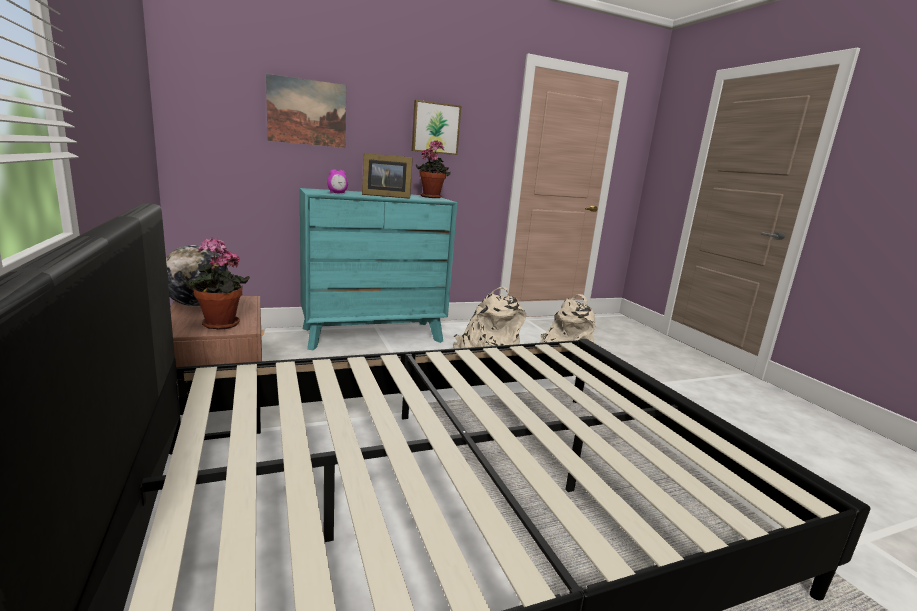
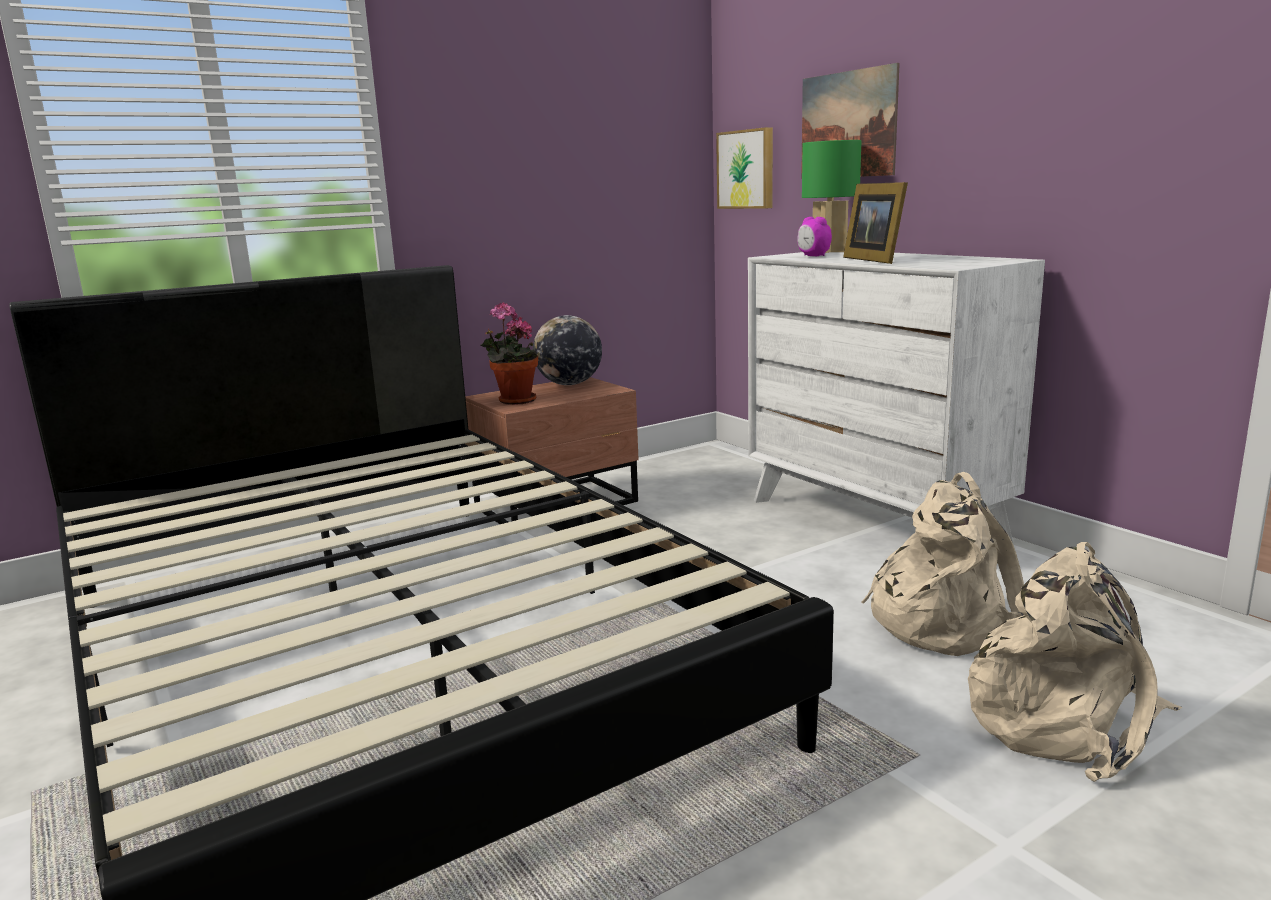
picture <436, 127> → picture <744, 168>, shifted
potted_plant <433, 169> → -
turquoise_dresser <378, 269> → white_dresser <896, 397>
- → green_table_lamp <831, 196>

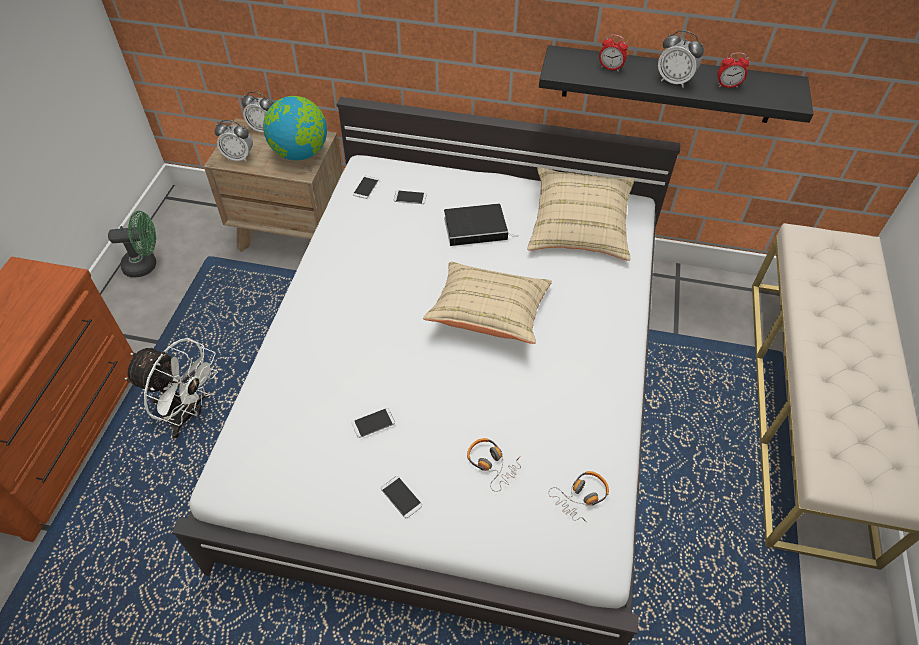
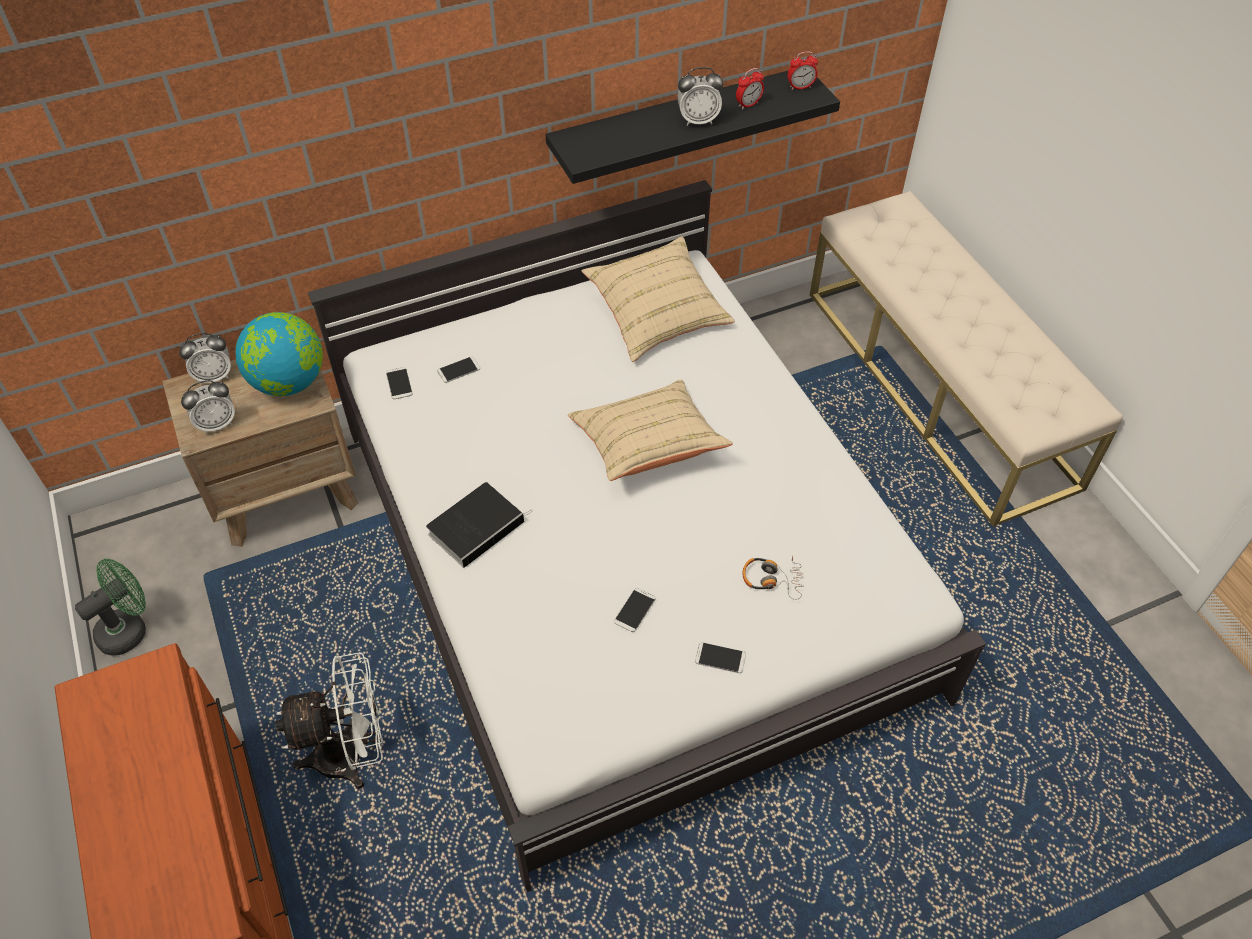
alarm_clock <613, 53> → alarm_clock <802, 70>, shifted
book <481, 225> → book <479, 525>, shifted
headphones <578, 497> → -

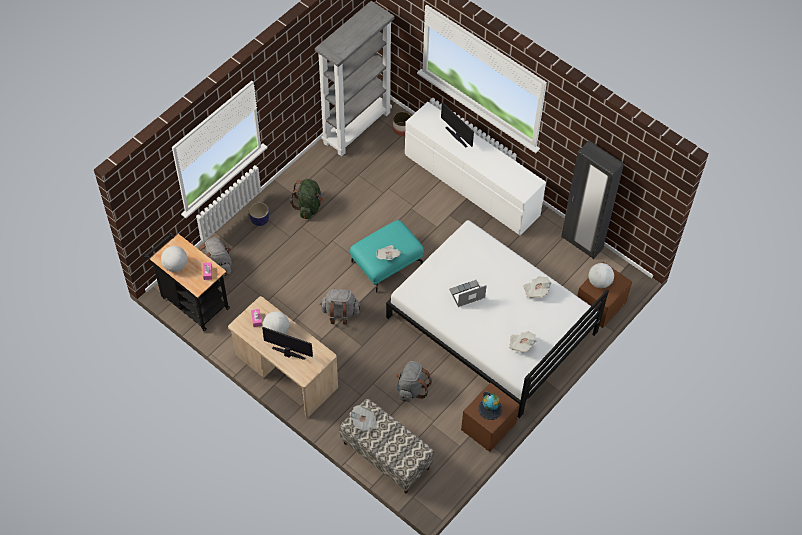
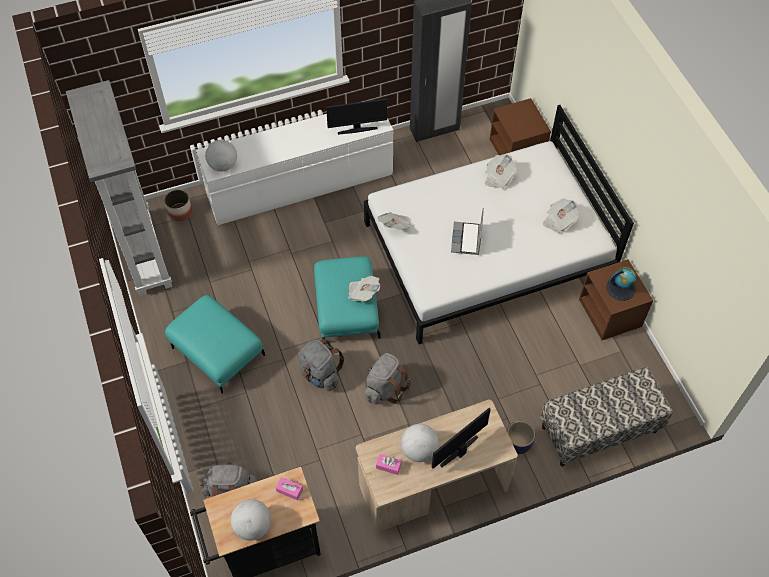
monitor <457, 125> → monitor <356, 116>, shifted
green_backpack <306, 199> → turquoise_ottoman <215, 344>
planter <259, 214> → planter <521, 437>, shifted
globe <601, 275> → globe <221, 156>, shifted
grey_backpack <414, 381> → grey_backpack <321, 364>, shifted
newspaper <364, 418> → newspaper <394, 221>, shifted

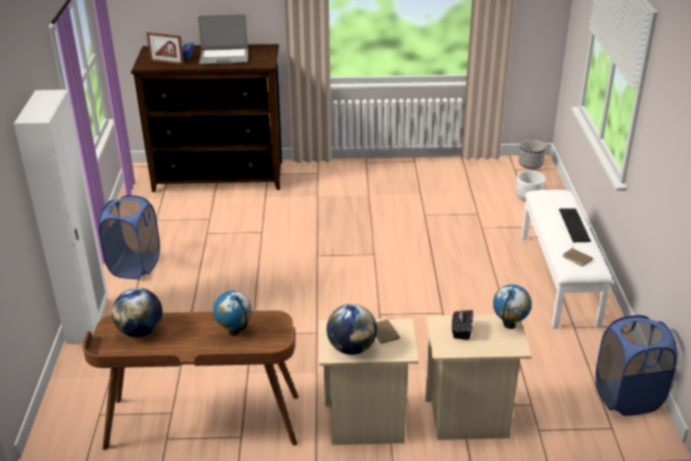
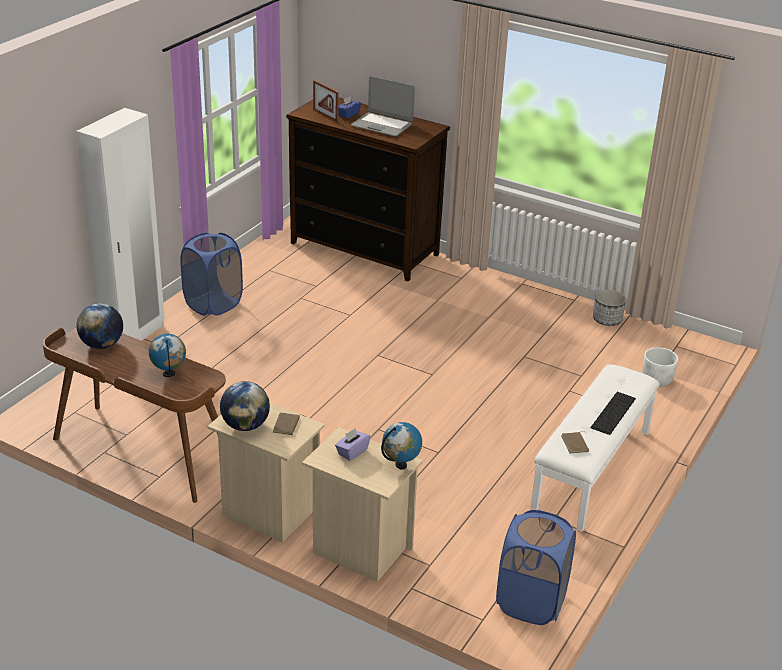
planter <532, 154> → planter <609, 308>, shifted
black_tissue_box <462, 325> → purple_tissue_box <352, 444>

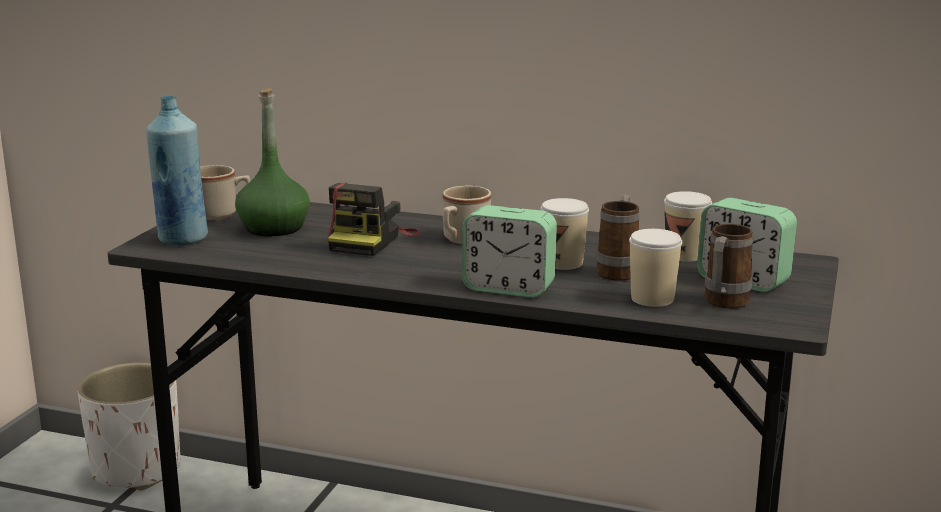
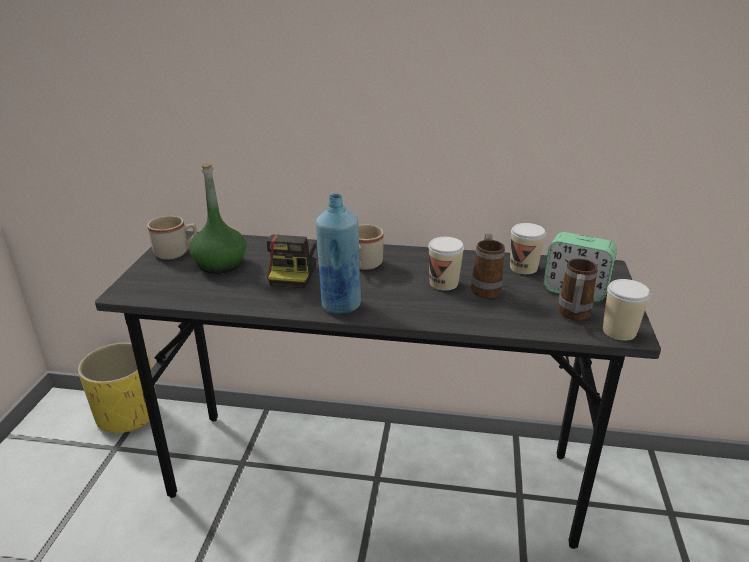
blue_bottle <177, 170> → blue_bottle <338, 254>, shifted
alarm_clock <509, 251> → -
cup <655, 268> → cup <627, 310>, shifted
white_planter <128, 427> → yellow_planter <117, 387>

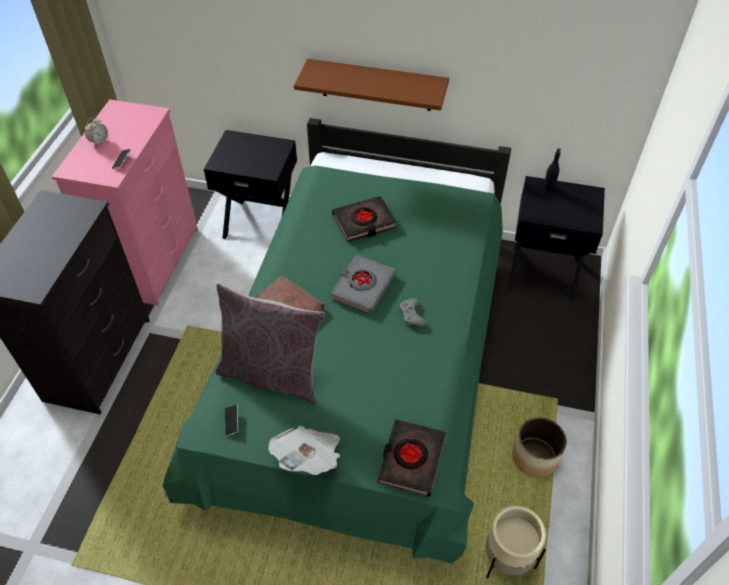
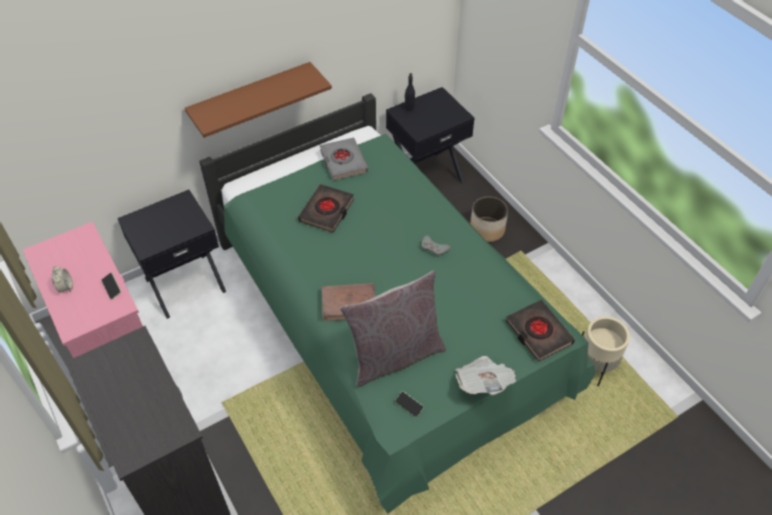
grey_book <363, 284> → grey_book <344, 159>, shifted
planter <540, 447> → planter <489, 219>, shifted

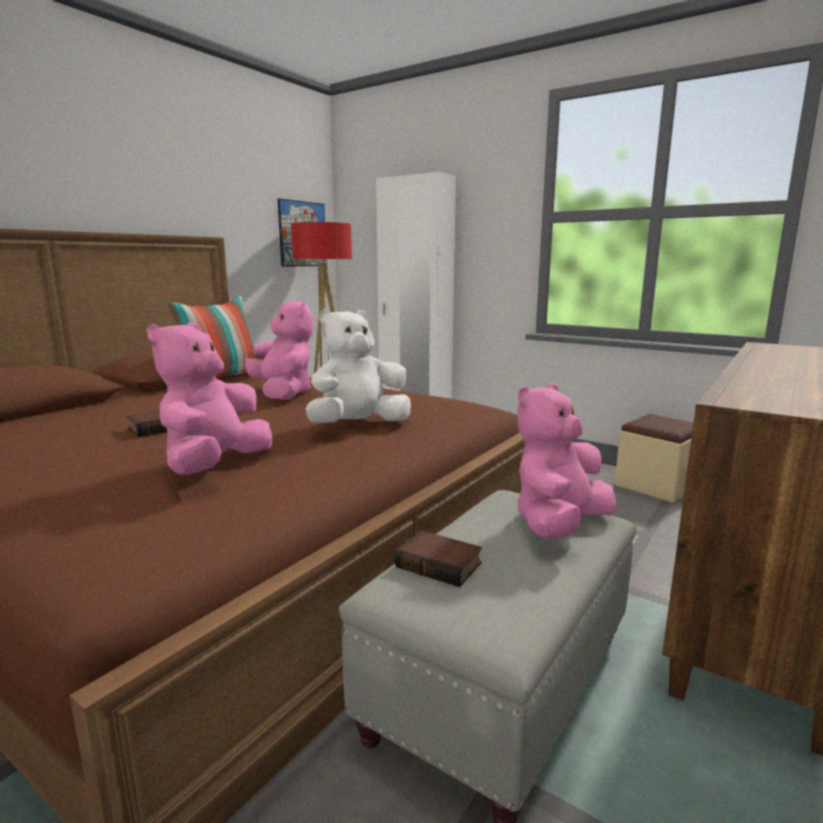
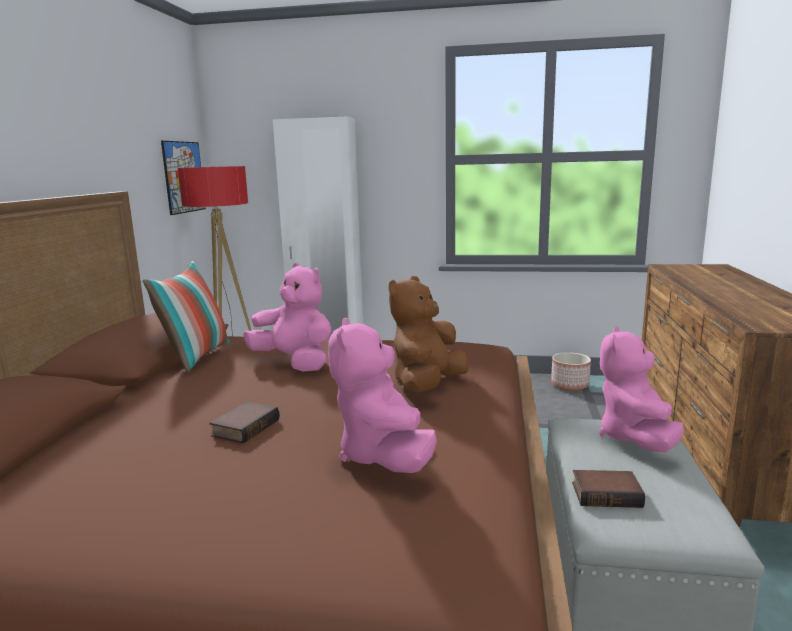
white_plush_toy <358, 366> → brown_plush_toy <429, 334>
beige_ottoman <654, 458> → planter <571, 371>

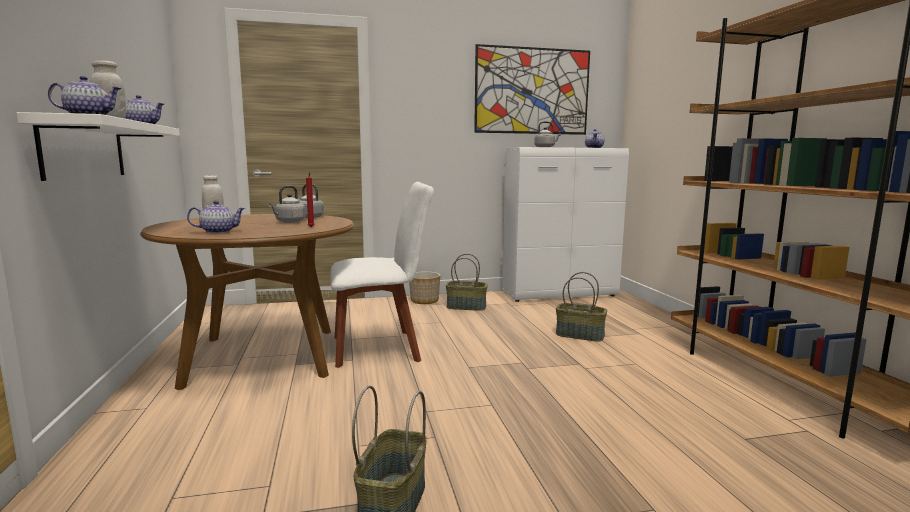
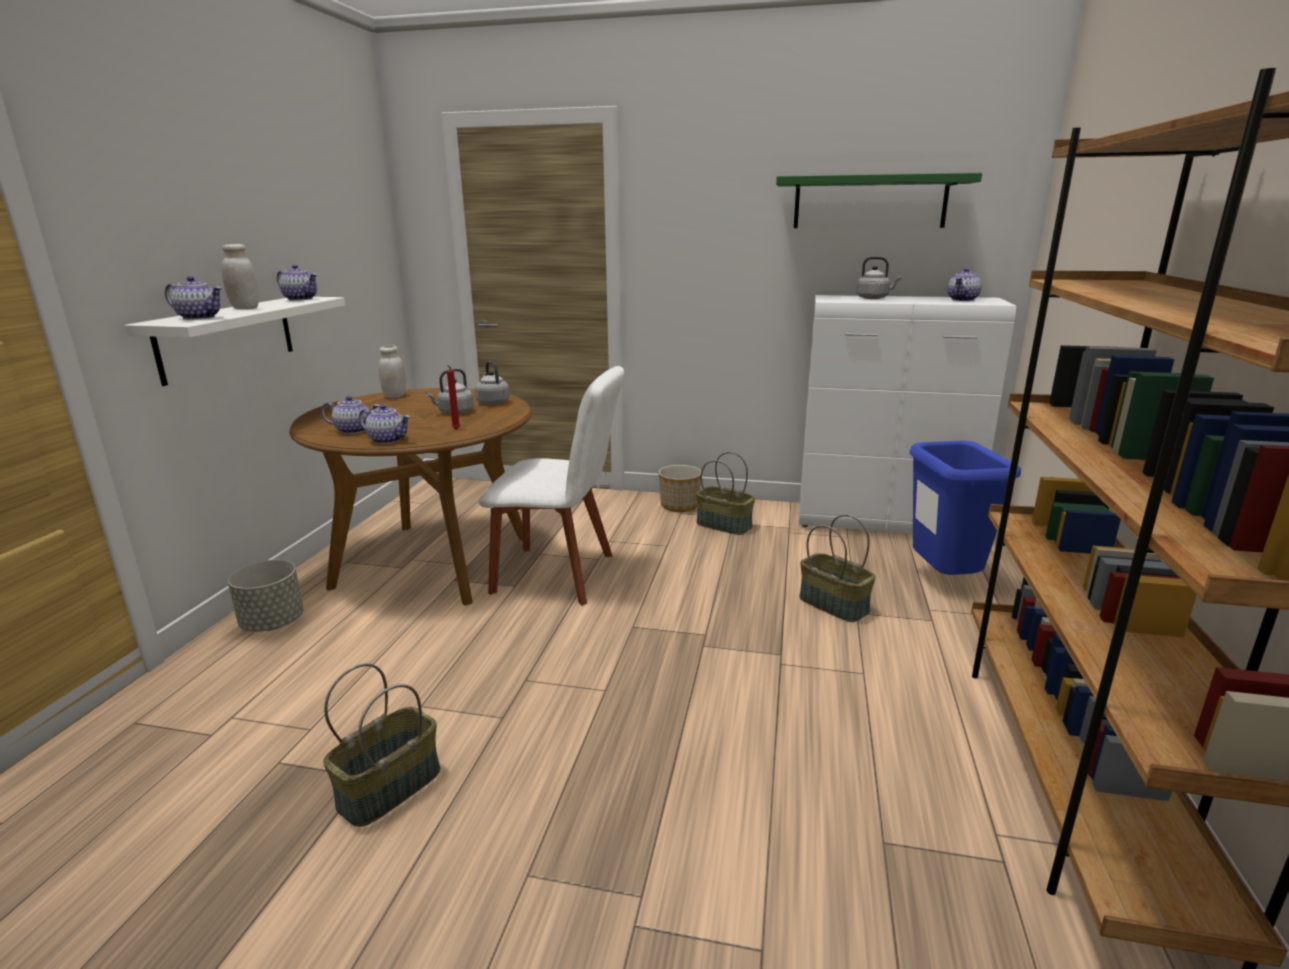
picture <532, 89> → green_shelf <879, 200>
- → teapot <384, 424>
- → blue_trash_can <965, 508>
- → grey_planter <266, 596>

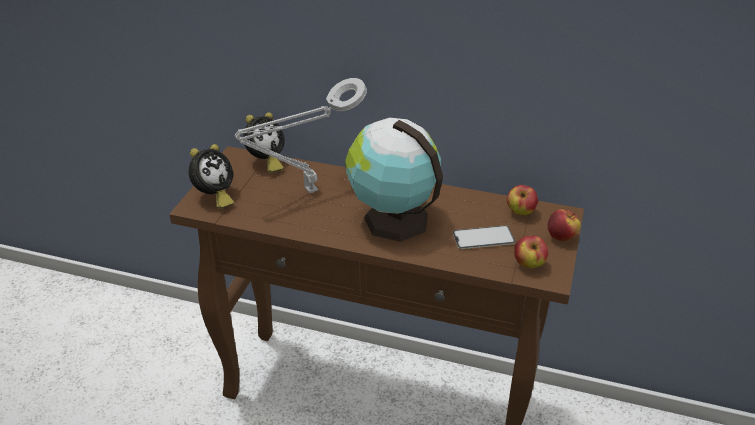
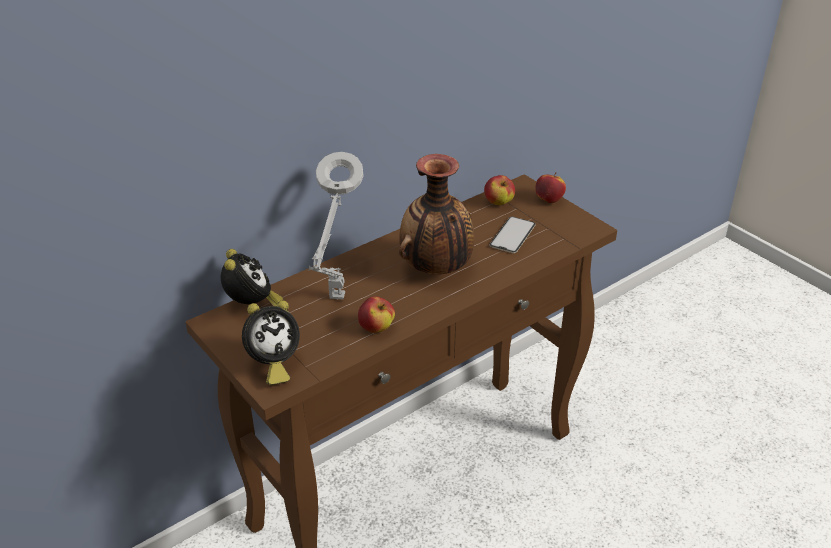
globe <394, 180> → vase <436, 214>
alarm_clock <211, 176> → alarm_clock <271, 342>, 75 degrees clockwise
apple <531, 252> → apple <376, 314>, shifted

